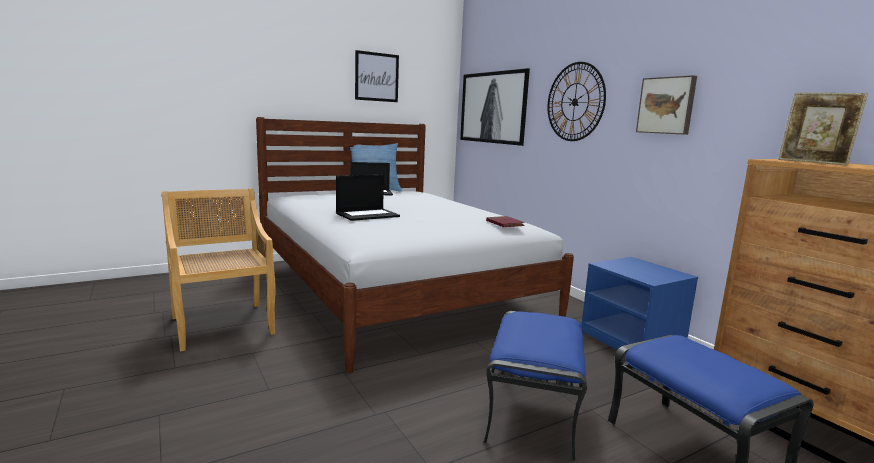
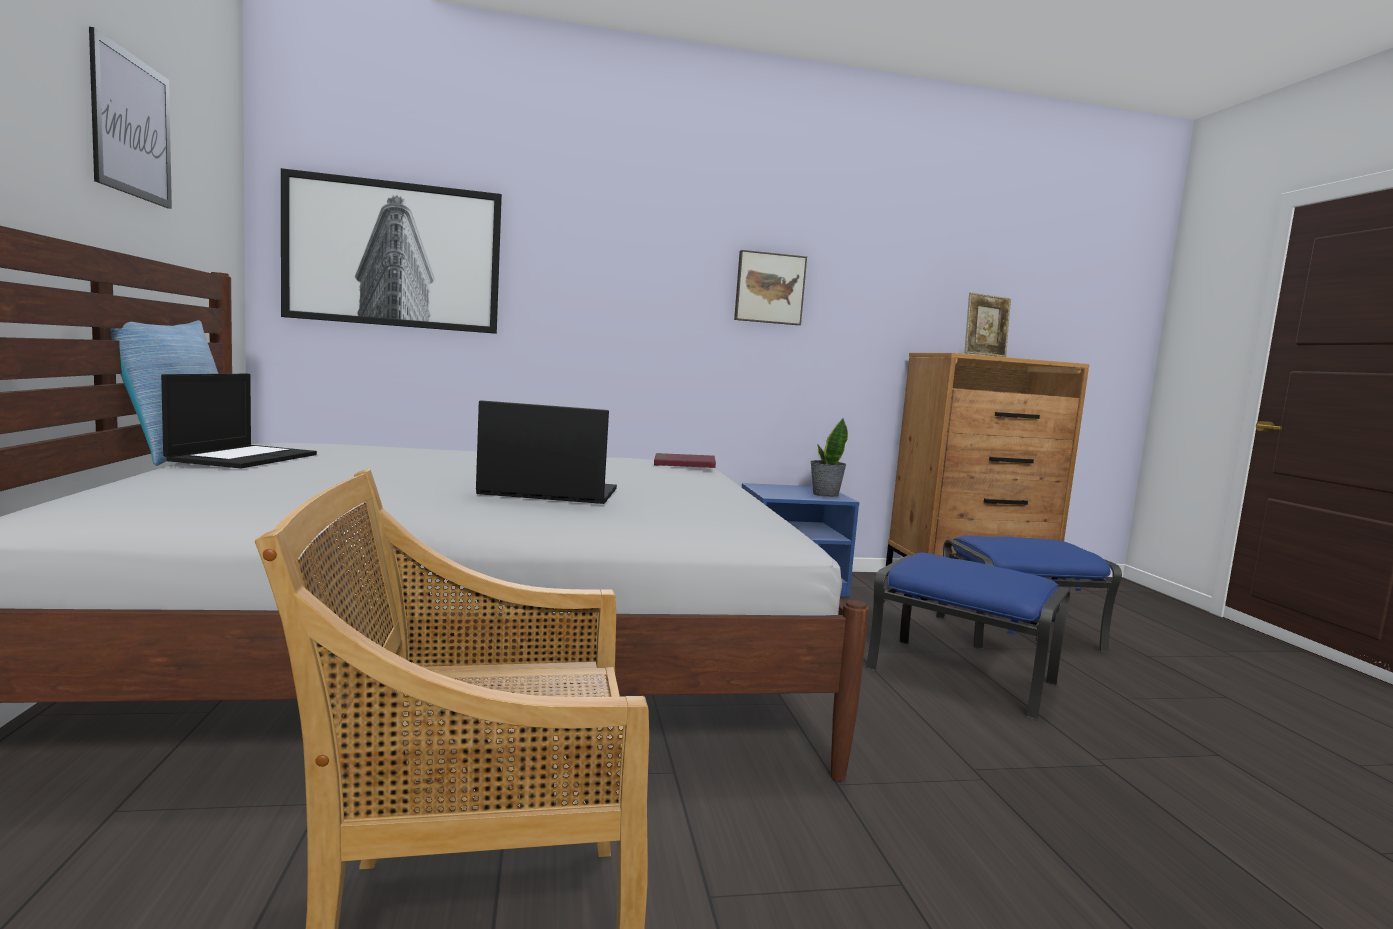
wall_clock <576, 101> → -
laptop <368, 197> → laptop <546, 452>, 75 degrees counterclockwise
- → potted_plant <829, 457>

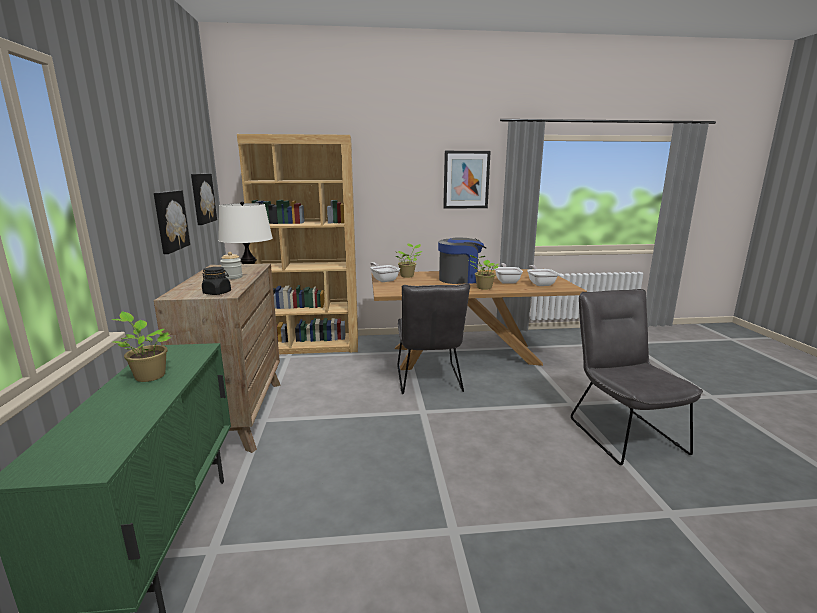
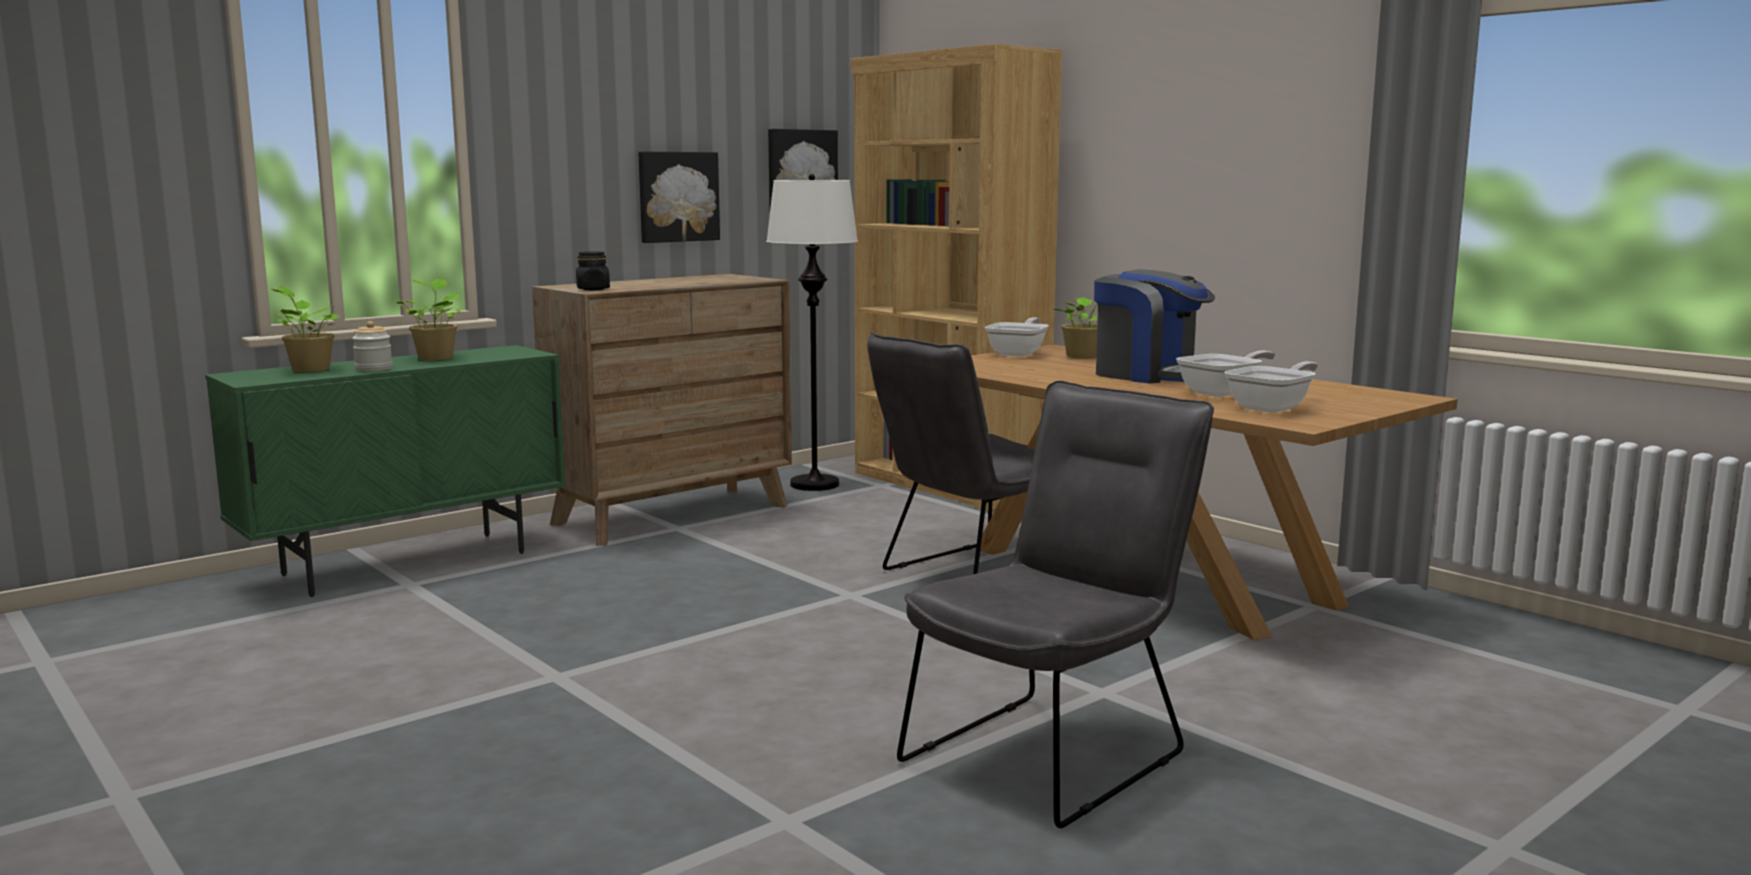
picture <467, 180> → -
jar <231, 265> → jar <372, 346>, shifted
potted_plant <484, 272> → potted_plant <305, 329>, shifted

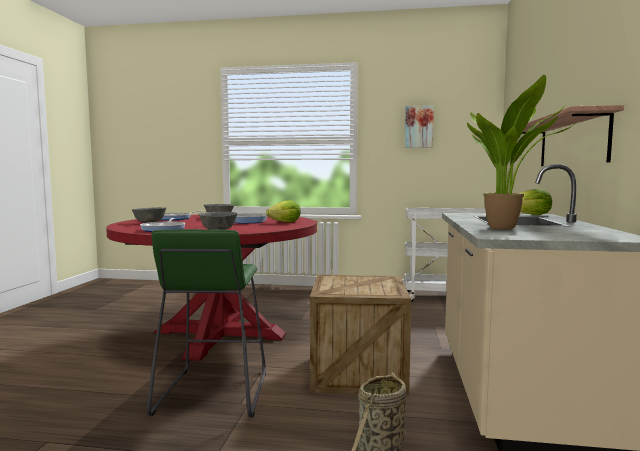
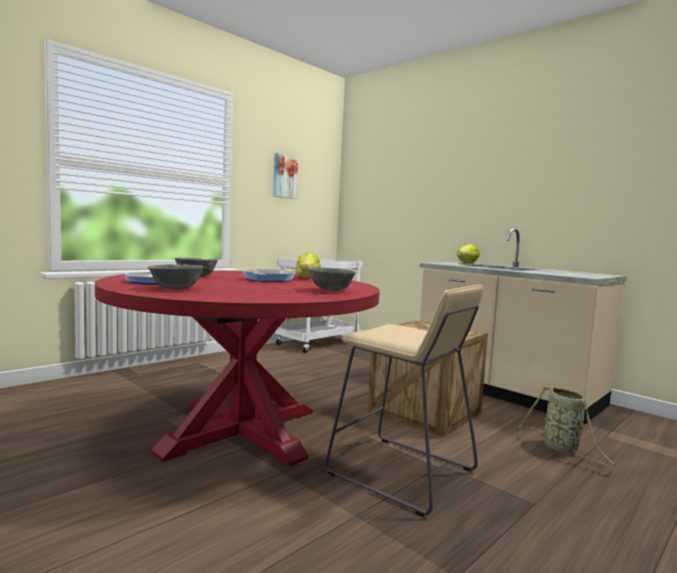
potted_plant <520, 152> → -
shelf <573, 135> → -
frying_pan <162, 225> → -
green_stool <206, 323> → beige_stool <404, 401>

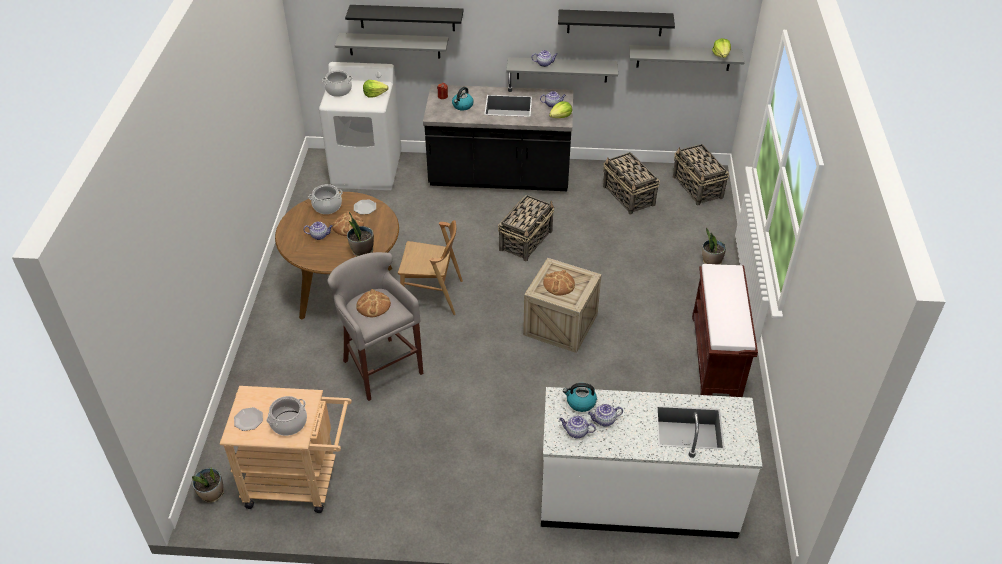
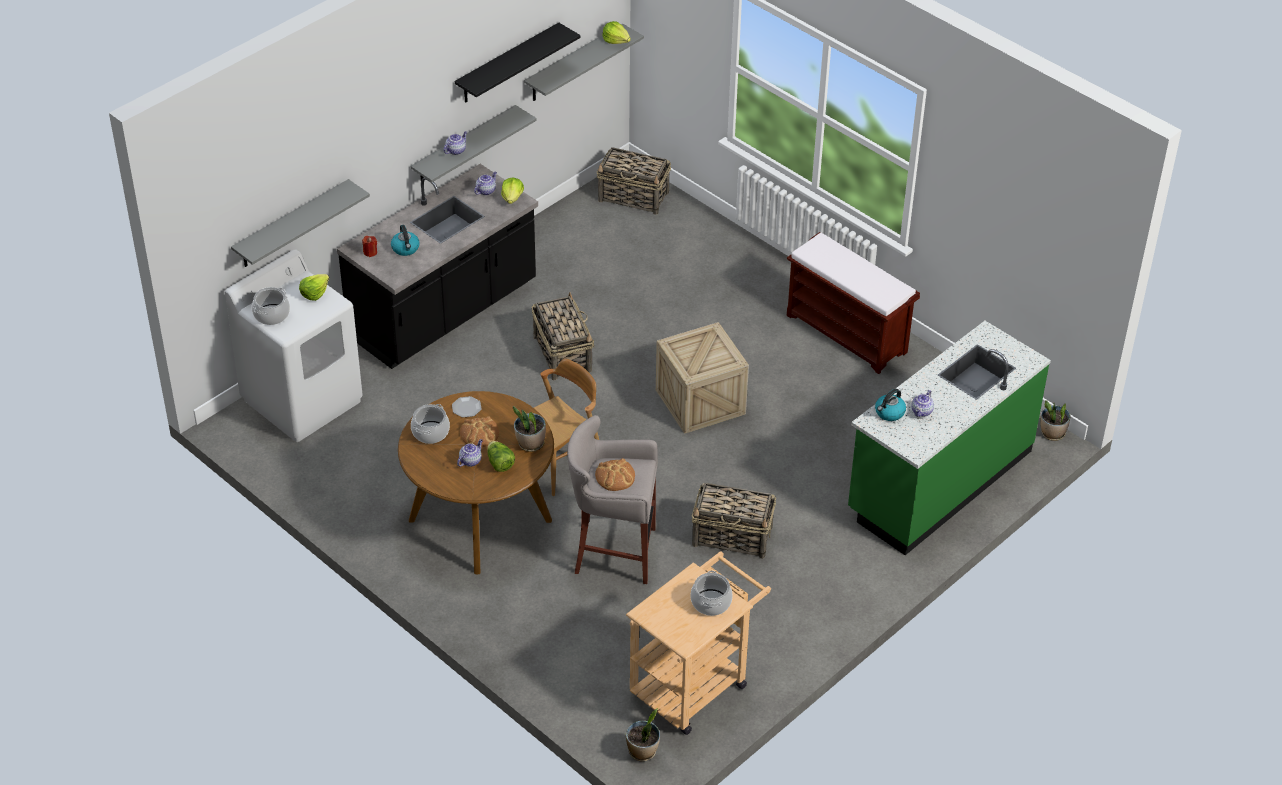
black_shelf <404, 18> → -
basket <631, 183> → basket <734, 521>, shifted
potted_plant <714, 246> → potted_plant <1055, 420>, shifted
bread <559, 282> → -
white_counter <652, 463> → green_counter <949, 438>
plate <248, 419> → -
teapot <577, 426> → -
- → lettuce <501, 456>

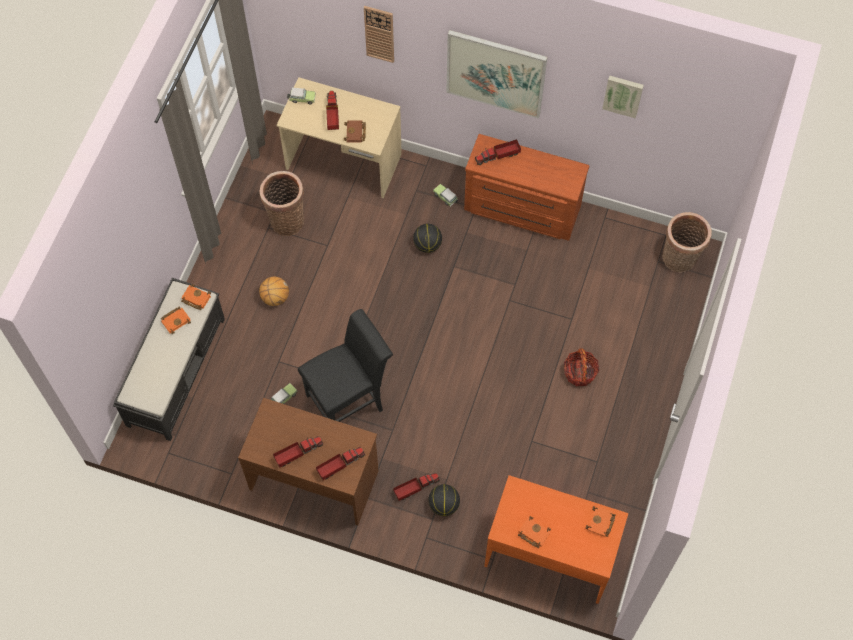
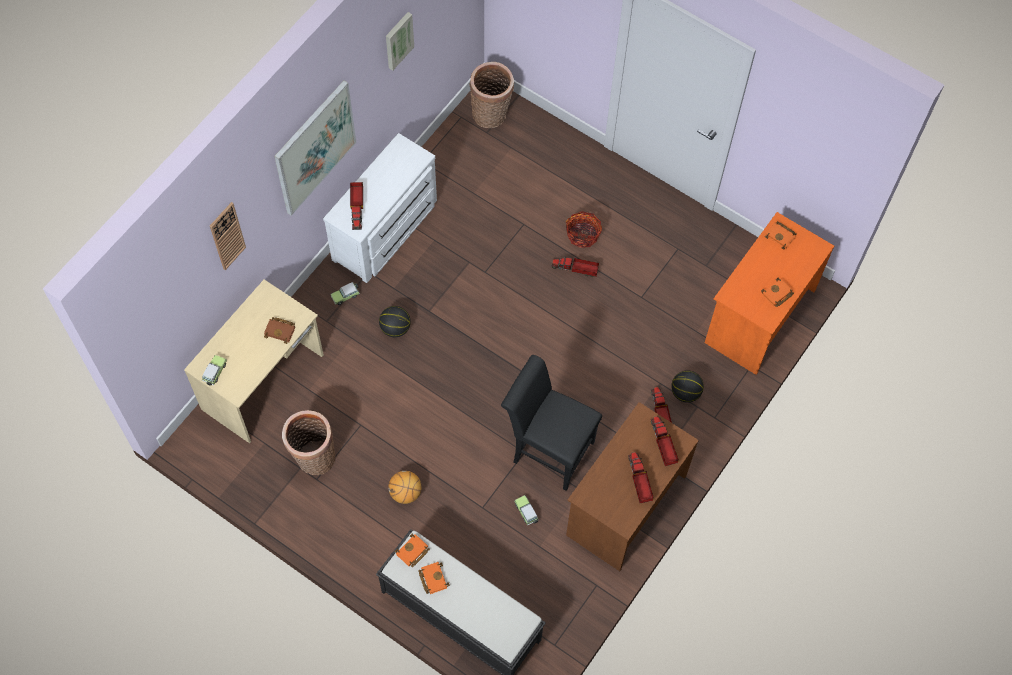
toy_truck <332, 110> → toy_truck <575, 267>, shifted
brown_dresser <526, 187> → white_dresser <380, 208>
black_chair <345, 365> → black_chair <551, 423>, 45 degrees counterclockwise

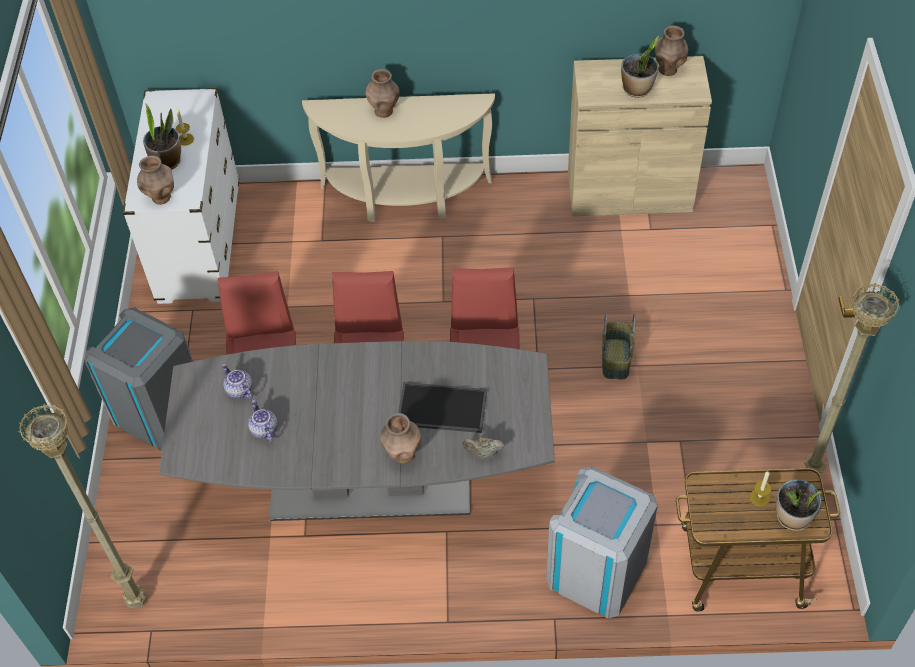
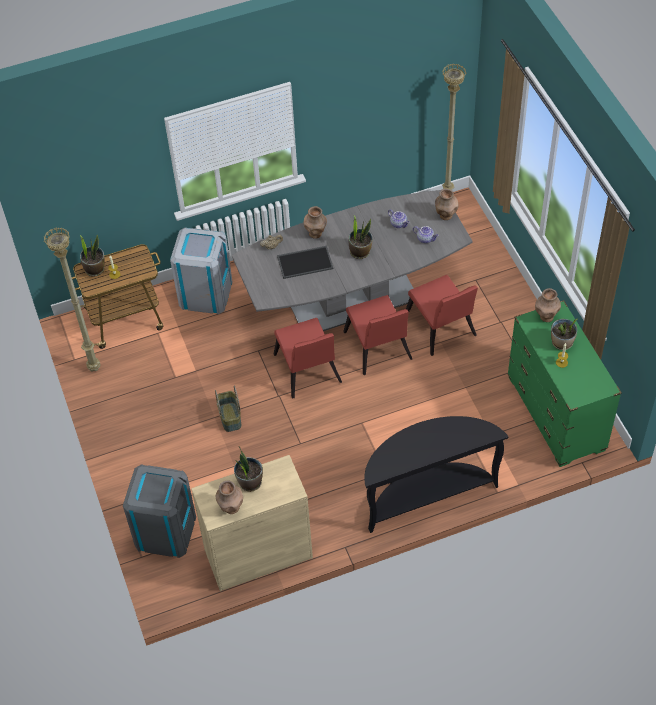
brown_vase <382, 93> → brown_vase <446, 204>, shifted
white_dresser <181, 196> → green_dresser <564, 383>
beige_console_table <398, 157> → black_console_table <436, 474>
grey_trash_can <138, 378> → grey_trash_can <159, 511>, shifted
- → potted_plant <360, 237>

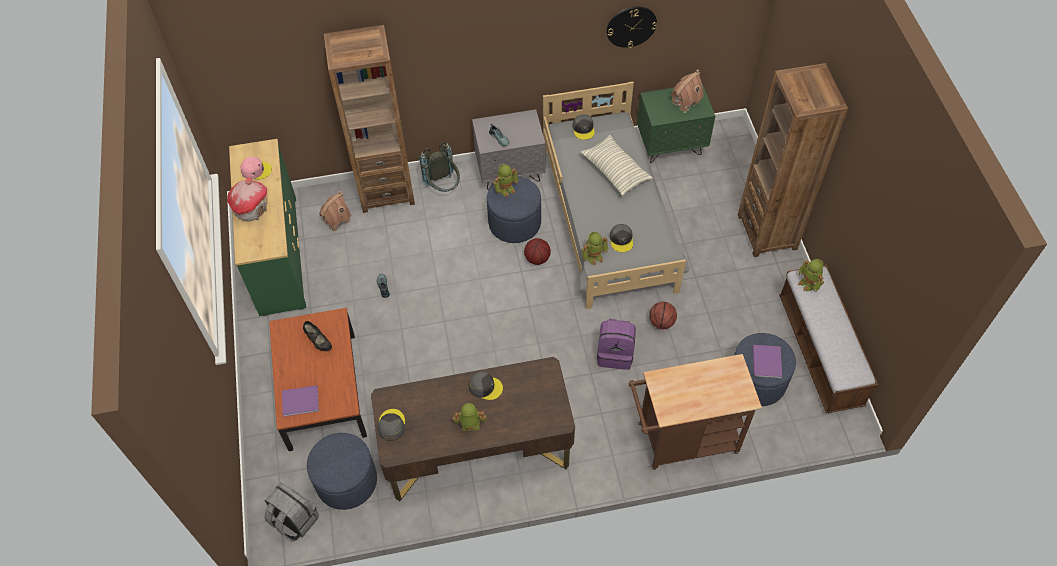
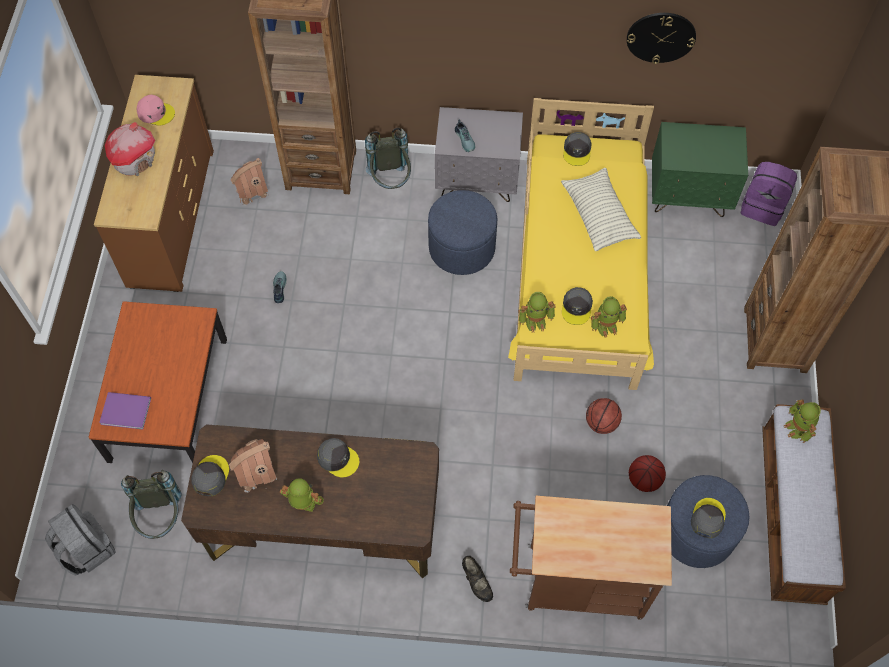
toy_house <687, 91> → toy_house <253, 466>, shifted
grey_bed <616, 195> → yellow_bed <581, 244>
green_dresser <267, 227> → brown_dresser <154, 183>
toy_robot <506, 181> → toy_robot <609, 317>, shifted
basketball <537, 251> → basketball <647, 473>, shifted
purple_backpack <616, 344> → purple_backpack <768, 194>, shifted
black_shoe <317, 336> → black_shoe <477, 579>, shifted
purple_book <767, 362> → grey_cap <708, 518>
blue_ottoman <342, 471> → grey_backpack <151, 504>

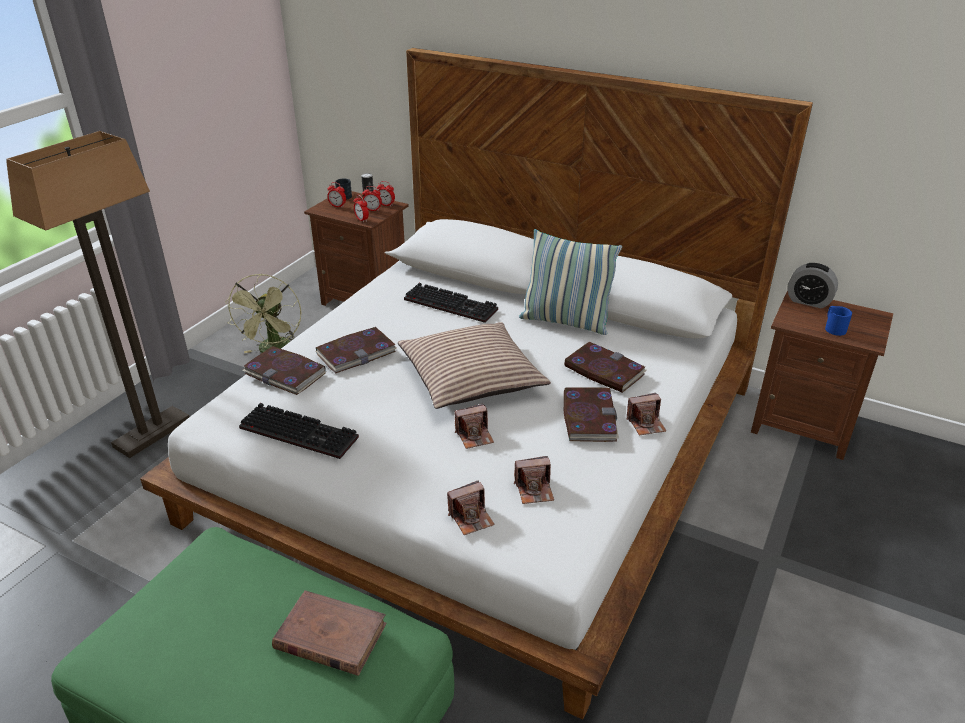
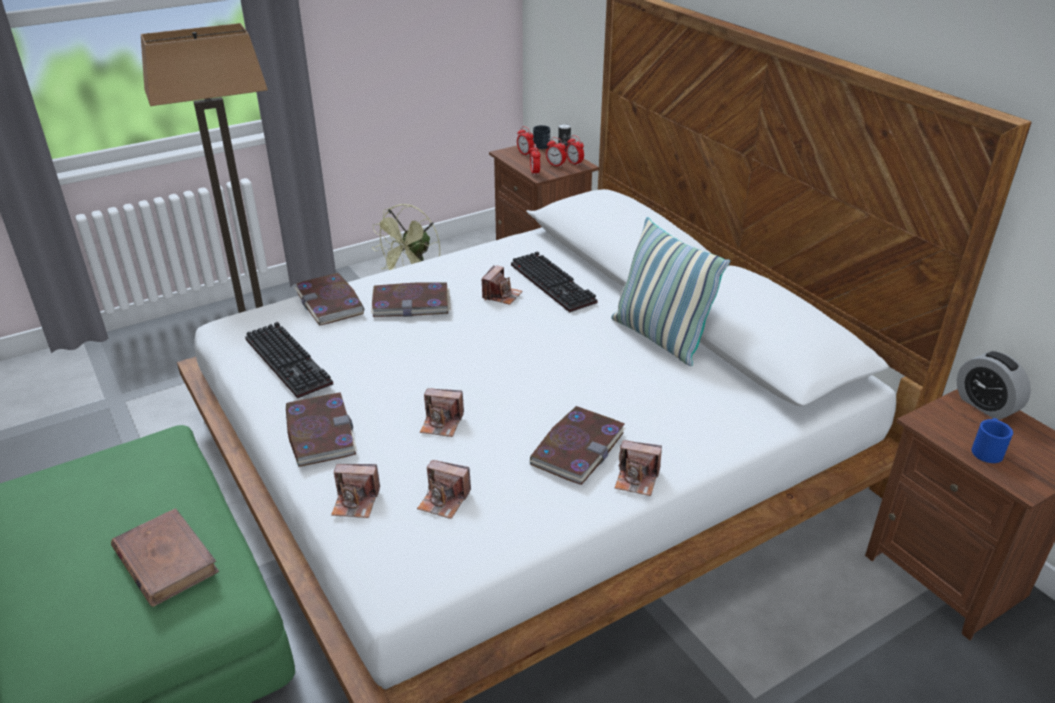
pillow <474, 365> → -
book <605, 367> → book <321, 429>, shifted
- → photo_camera <502, 285>

